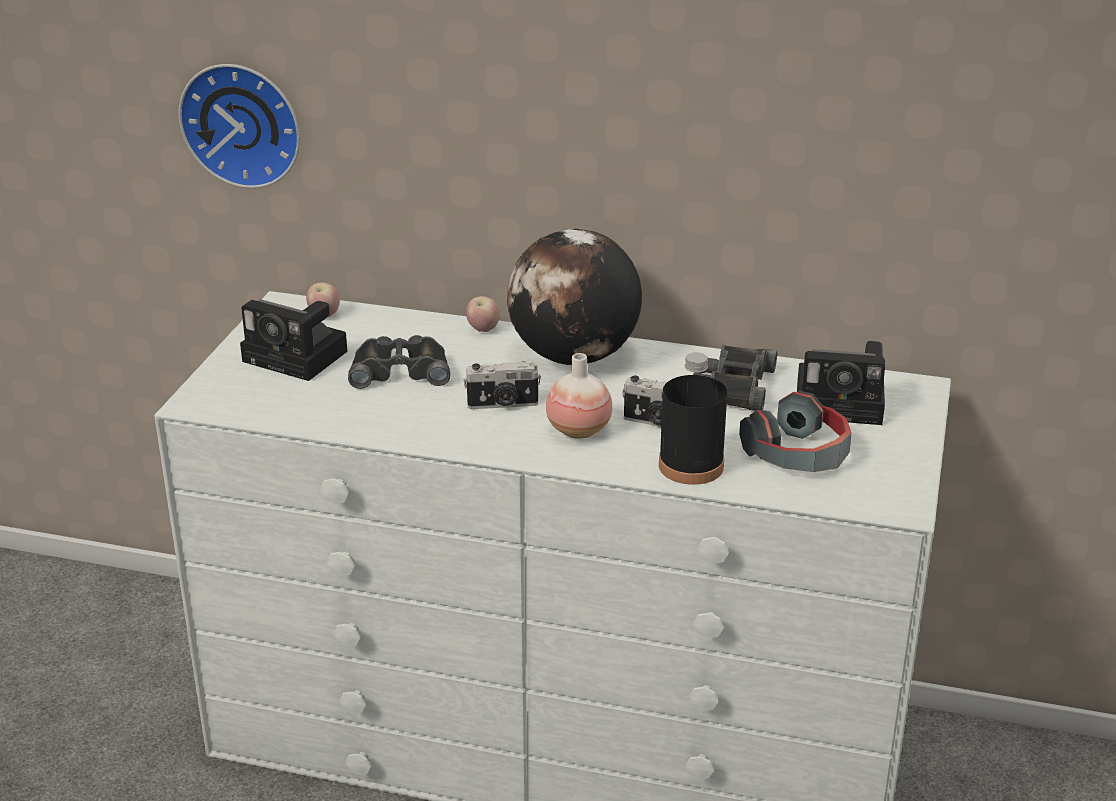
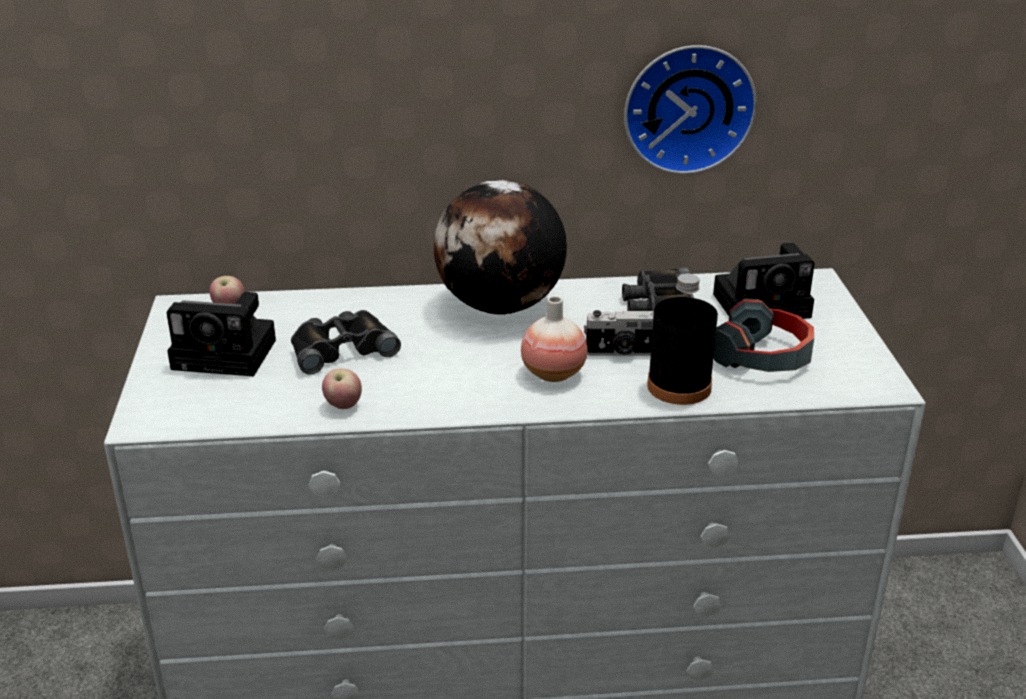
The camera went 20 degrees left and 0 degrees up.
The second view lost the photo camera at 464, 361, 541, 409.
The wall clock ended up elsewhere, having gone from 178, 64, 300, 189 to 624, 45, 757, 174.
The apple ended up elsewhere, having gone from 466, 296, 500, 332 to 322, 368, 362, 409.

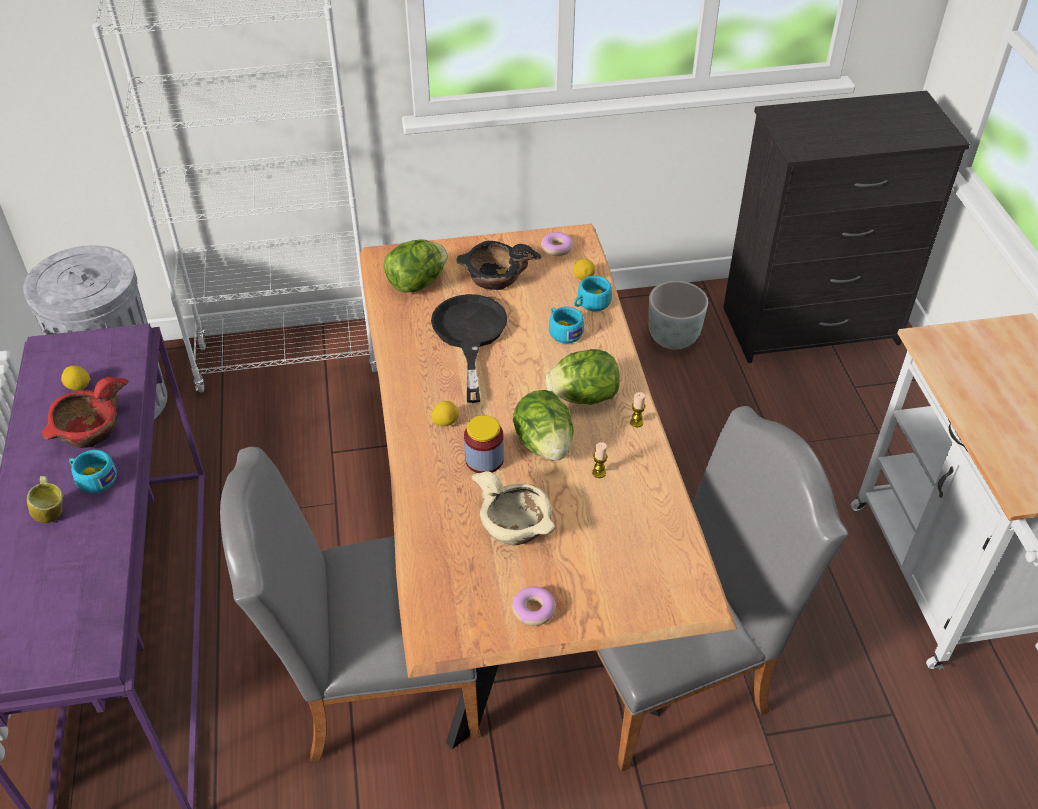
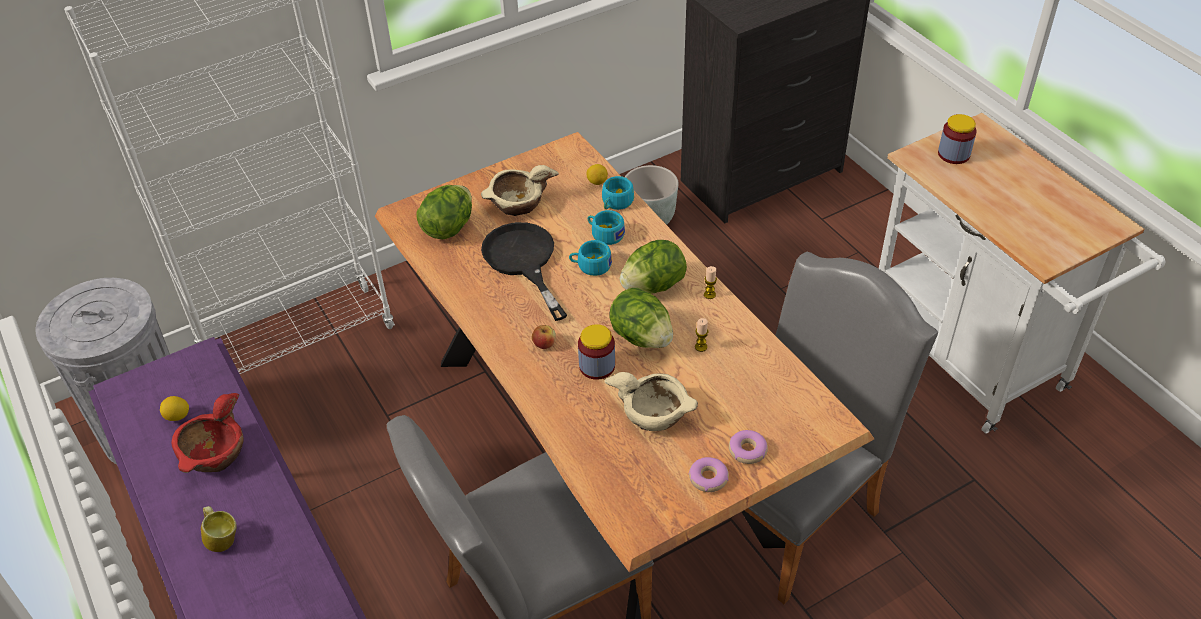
The camera went 20 degrees left and 0 degrees up.
The second view gained the jar at 938, 114, 977, 164.
The turquoise cup ended up elsewhere, having gone from 69, 450, 117, 493 to 569, 240, 612, 276.
The donut ended up elsewhere, having gone from 541, 232, 573, 256 to 729, 430, 768, 464.
Where the lemon stood at 431, 401, 459, 426, the apple came to stand at 532, 325, 556, 349.
What was the black bowl at 456, 241, 541, 290 turned into the beige bowl at 481, 165, 559, 216.

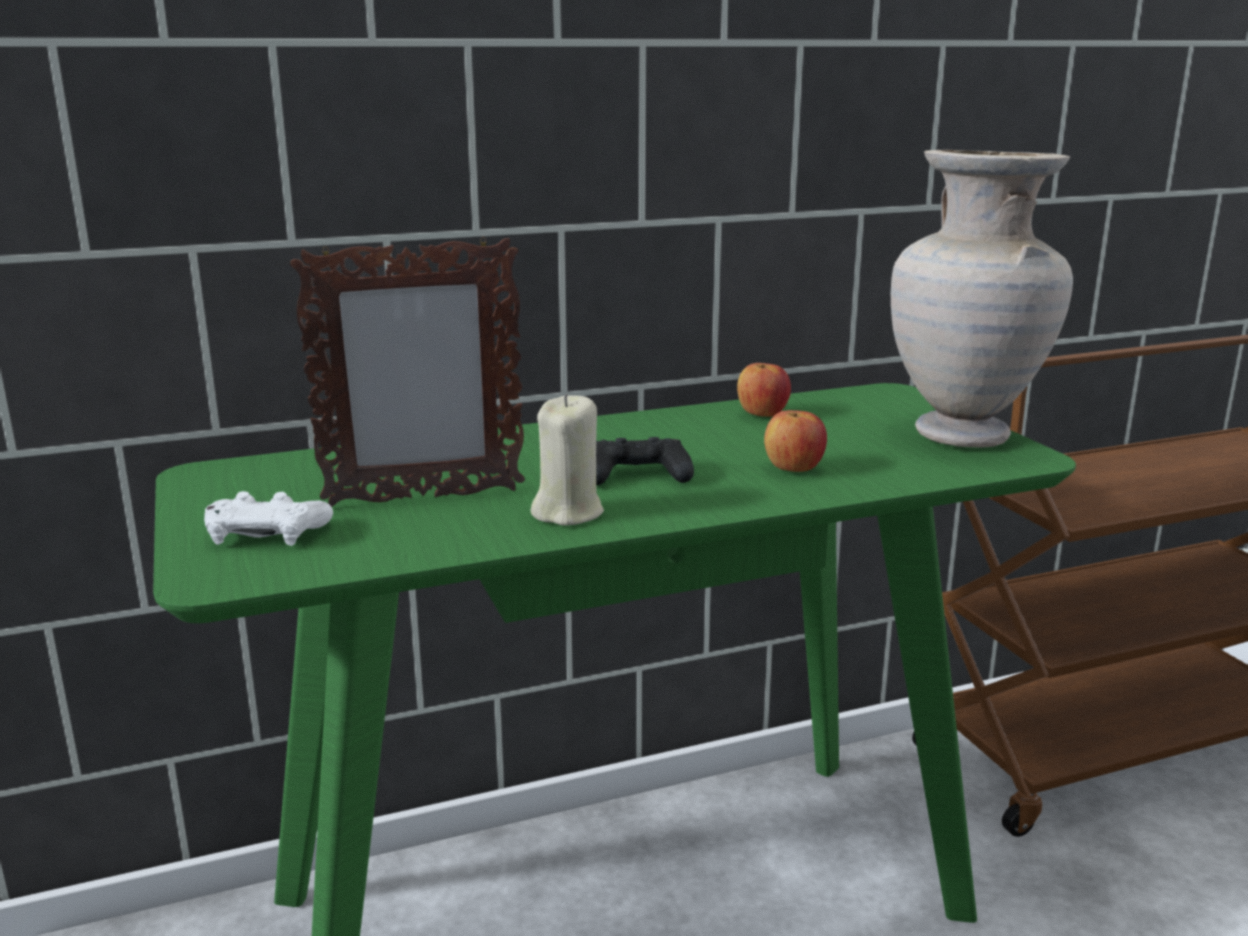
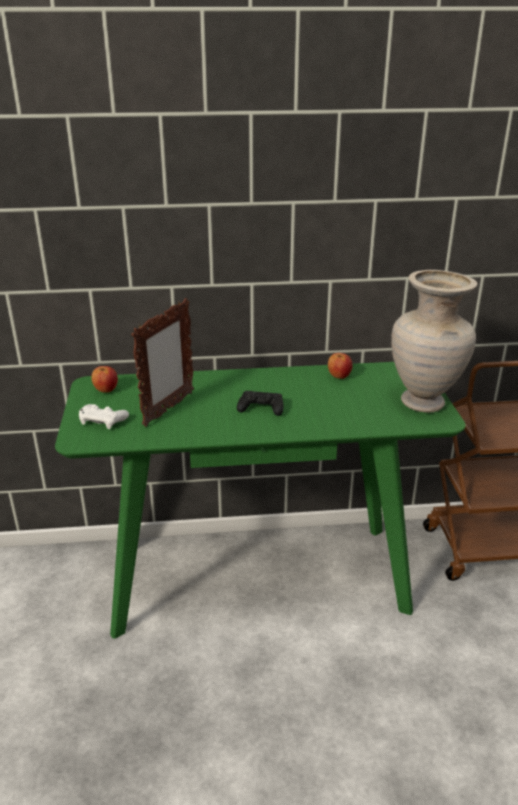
The camera went 15 degrees right and 10 degrees up.
The second view lost the beige candle at 530, 394, 604, 526.
The apple ended up elsewhere, having gone from 764, 410, 827, 472 to 91, 366, 118, 393.
The picture frame at 290, 237, 525, 507 ended up facing another way, 60 degrees counterclockwise from before.

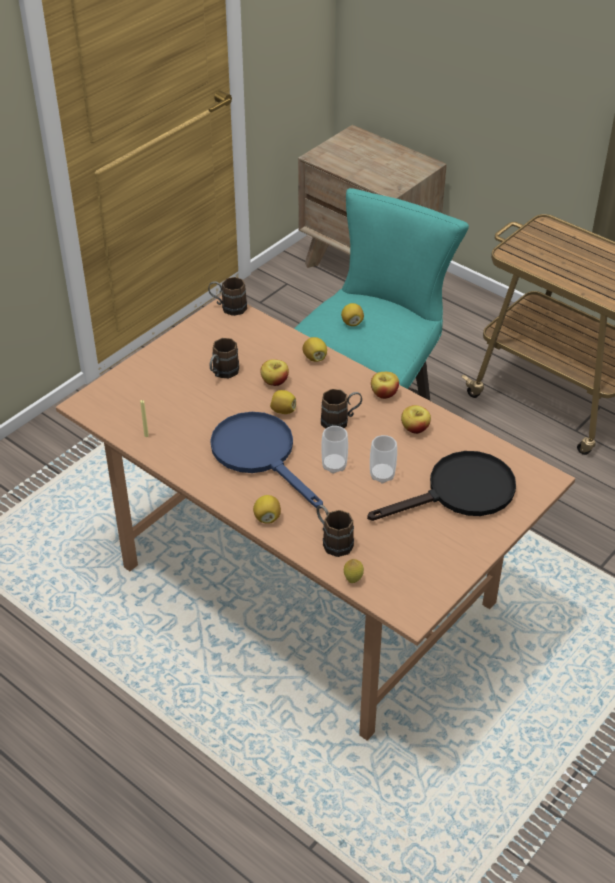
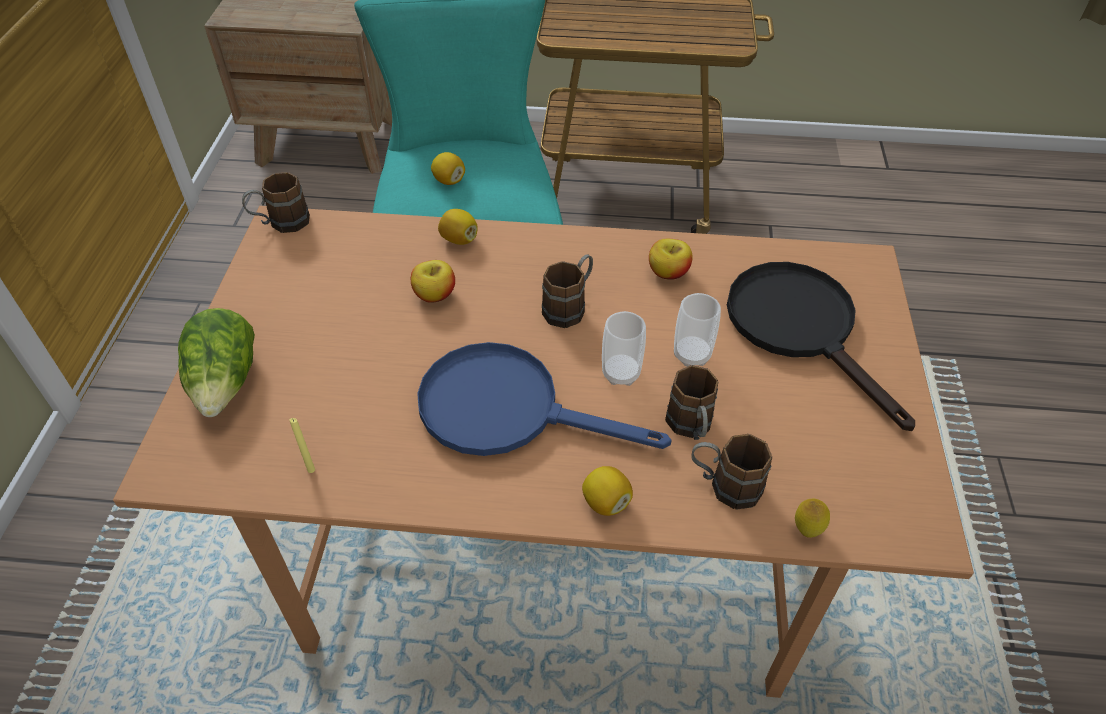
The camera went 35 degrees left and 5 degrees up.
The second view lost the lemon at 270, 390, 296, 414.
The second view lost the apple at 371, 372, 399, 399.
The second view gained the lettuce at 178, 308, 255, 417.
The brown mug ended up elsewhere, having gone from 210, 338, 239, 378 to 665, 365, 719, 440.
The black frying pan at 367, 451, 516, 521 ended up facing another way, 60 degrees counterclockwise from before.

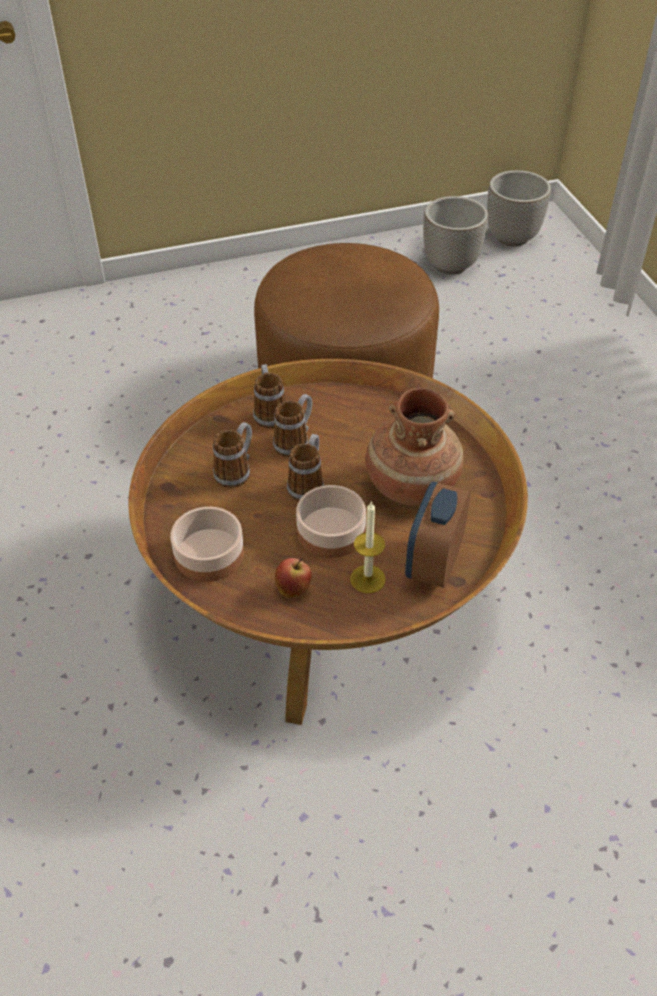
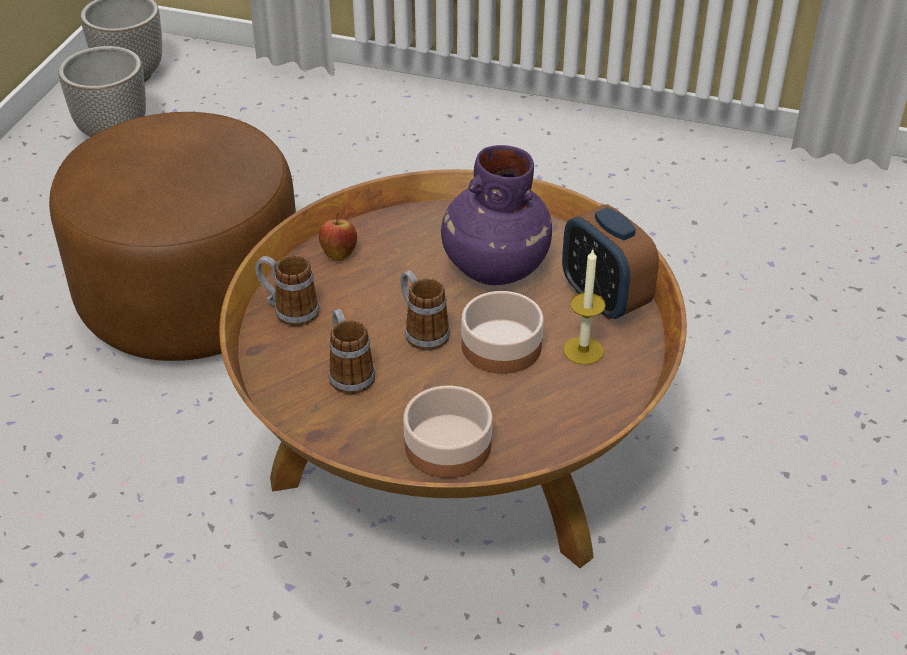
The camera went 55 degrees left and 5 degrees down.
The second view lost the mug at 273, 394, 312, 457.
The apple ended up elsewhere, having gone from 275, 558, 312, 597 to 319, 213, 357, 261.
What was the brown vase at 365, 388, 464, 506 turned into the purple vase at 441, 145, 552, 285.

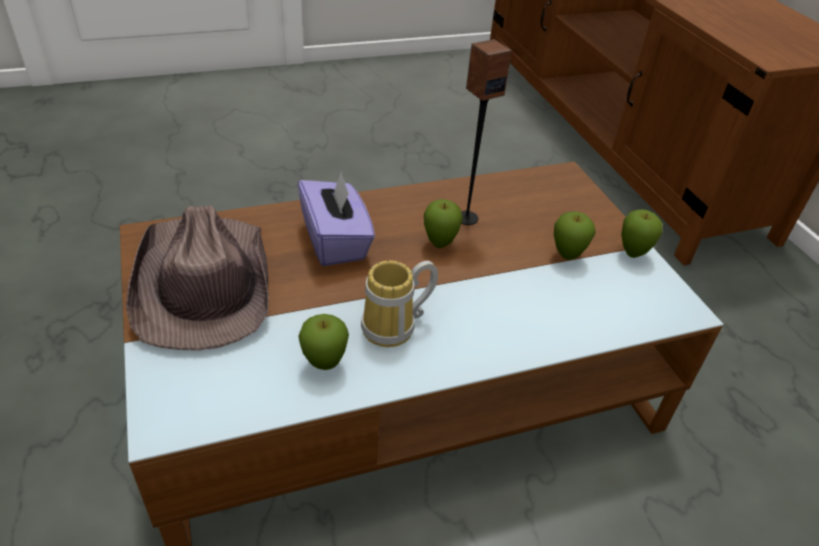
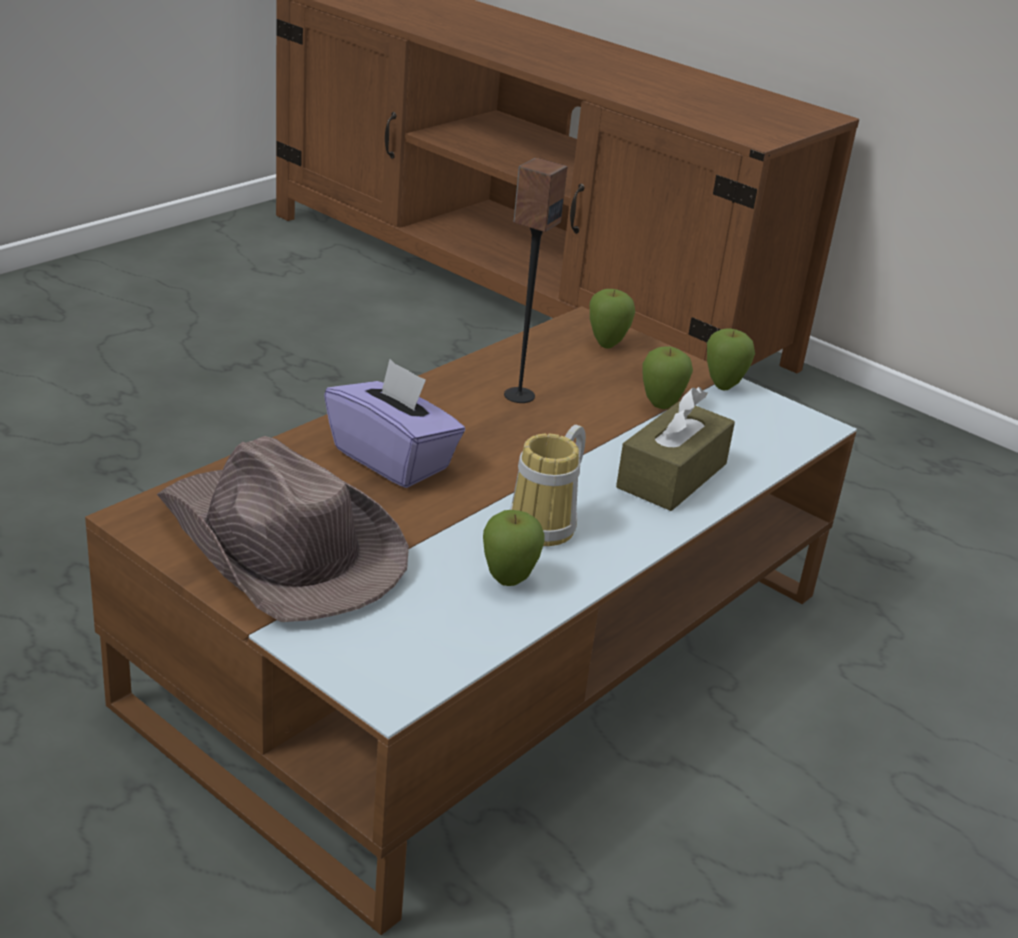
The camera went 30 degrees left and 10 degrees down.
The second view gained the brown tissue box at 616, 387, 735, 511.
The apple ended up elsewhere, having gone from 424, 199, 463, 248 to 590, 289, 635, 349.

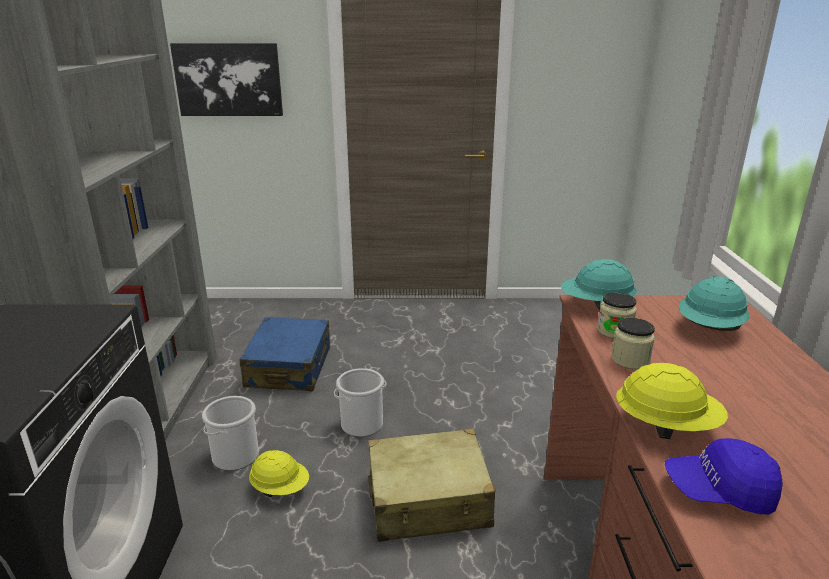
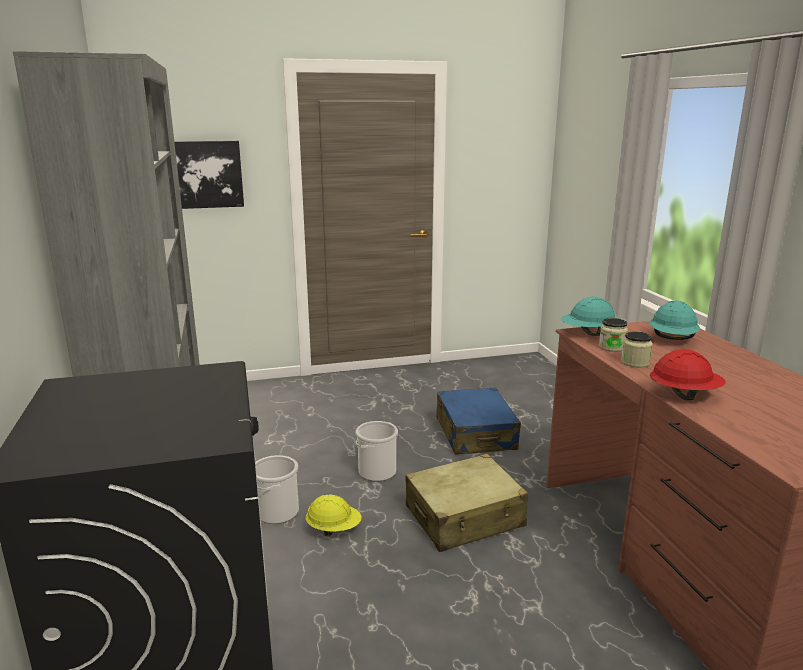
The camera went 15 degrees left and 5 degrees down.
The second view lost the blue cap at 665, 438, 783, 514.
The blue suitcase ended up elsewhere, having gone from 239, 317, 330, 391 to 436, 387, 521, 455.
What was the yellow hard hat at 616, 363, 728, 439 turned into the red hard hat at 650, 349, 726, 400.

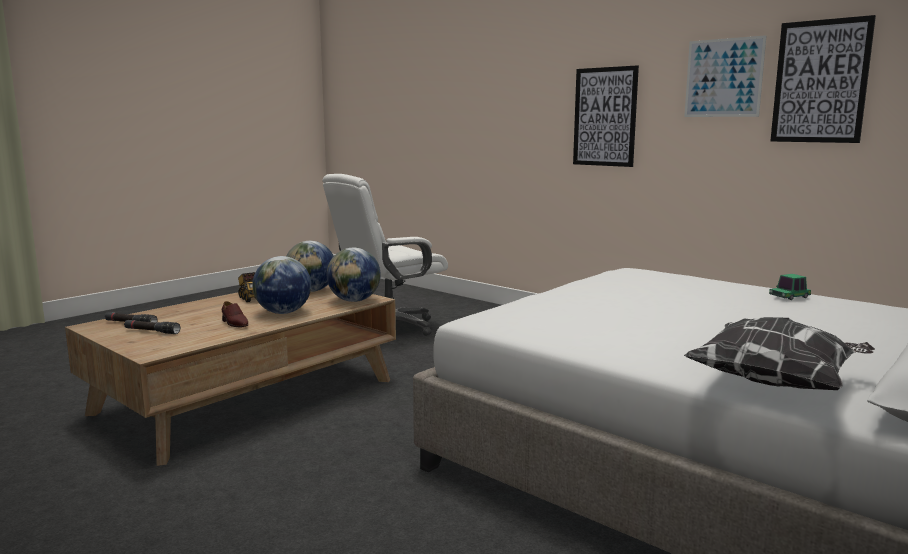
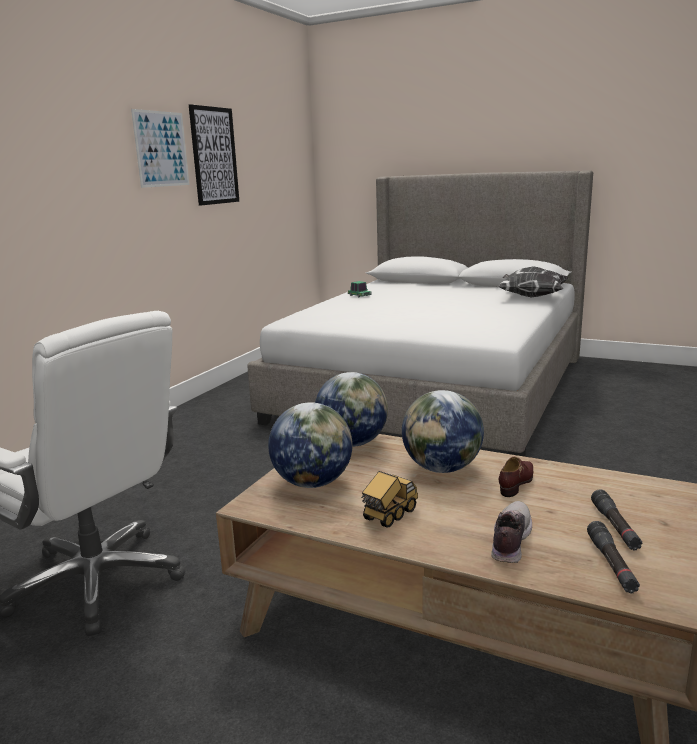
The camera went 105 degrees left and 5 degrees up.
The second view lost the picture at 573, 65, 639, 167.
The second view gained the shoe at 491, 501, 532, 563.

